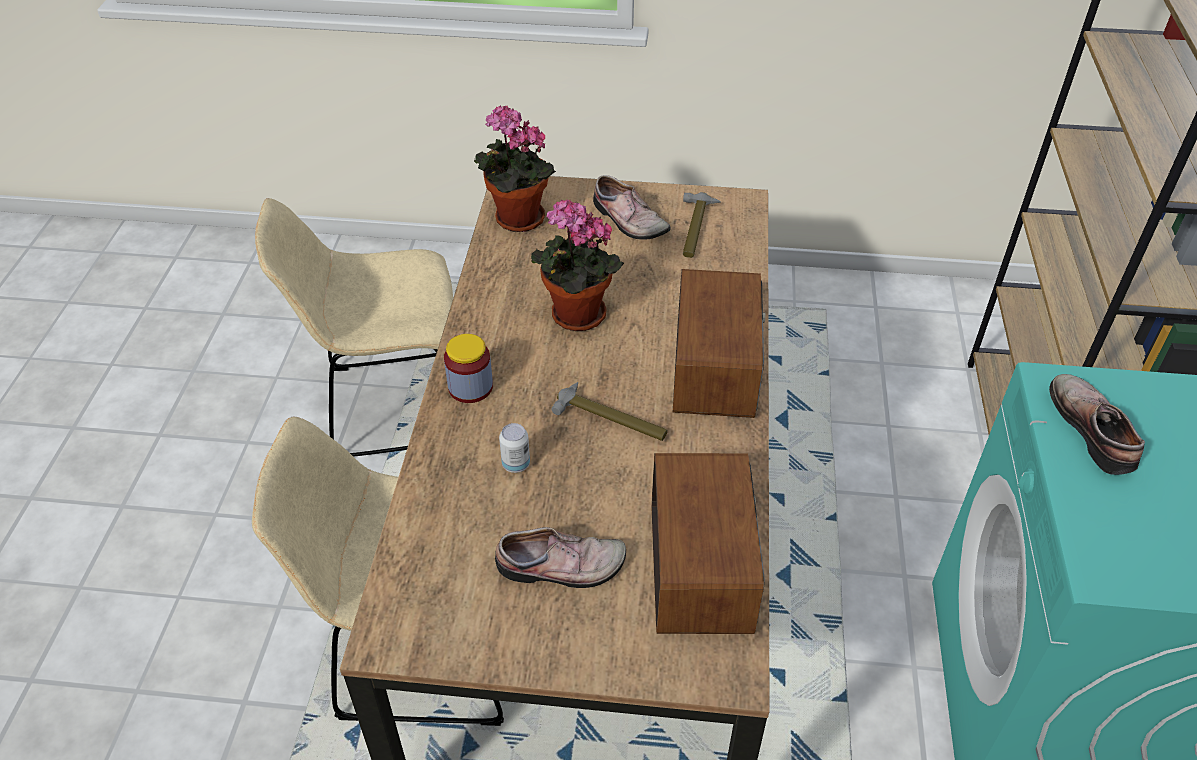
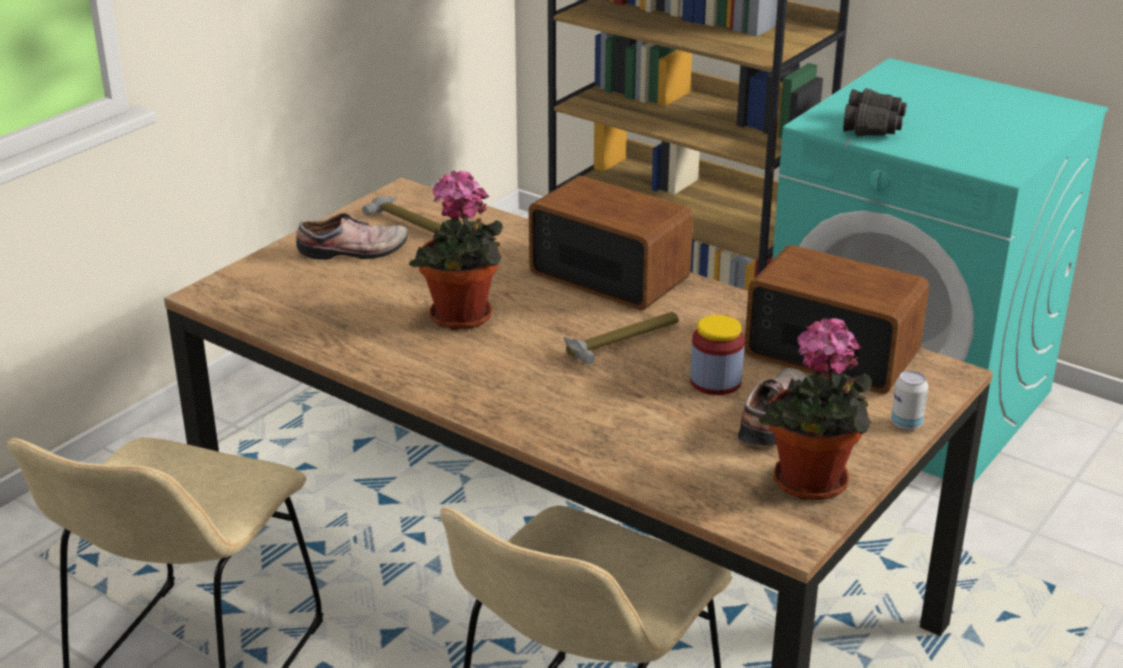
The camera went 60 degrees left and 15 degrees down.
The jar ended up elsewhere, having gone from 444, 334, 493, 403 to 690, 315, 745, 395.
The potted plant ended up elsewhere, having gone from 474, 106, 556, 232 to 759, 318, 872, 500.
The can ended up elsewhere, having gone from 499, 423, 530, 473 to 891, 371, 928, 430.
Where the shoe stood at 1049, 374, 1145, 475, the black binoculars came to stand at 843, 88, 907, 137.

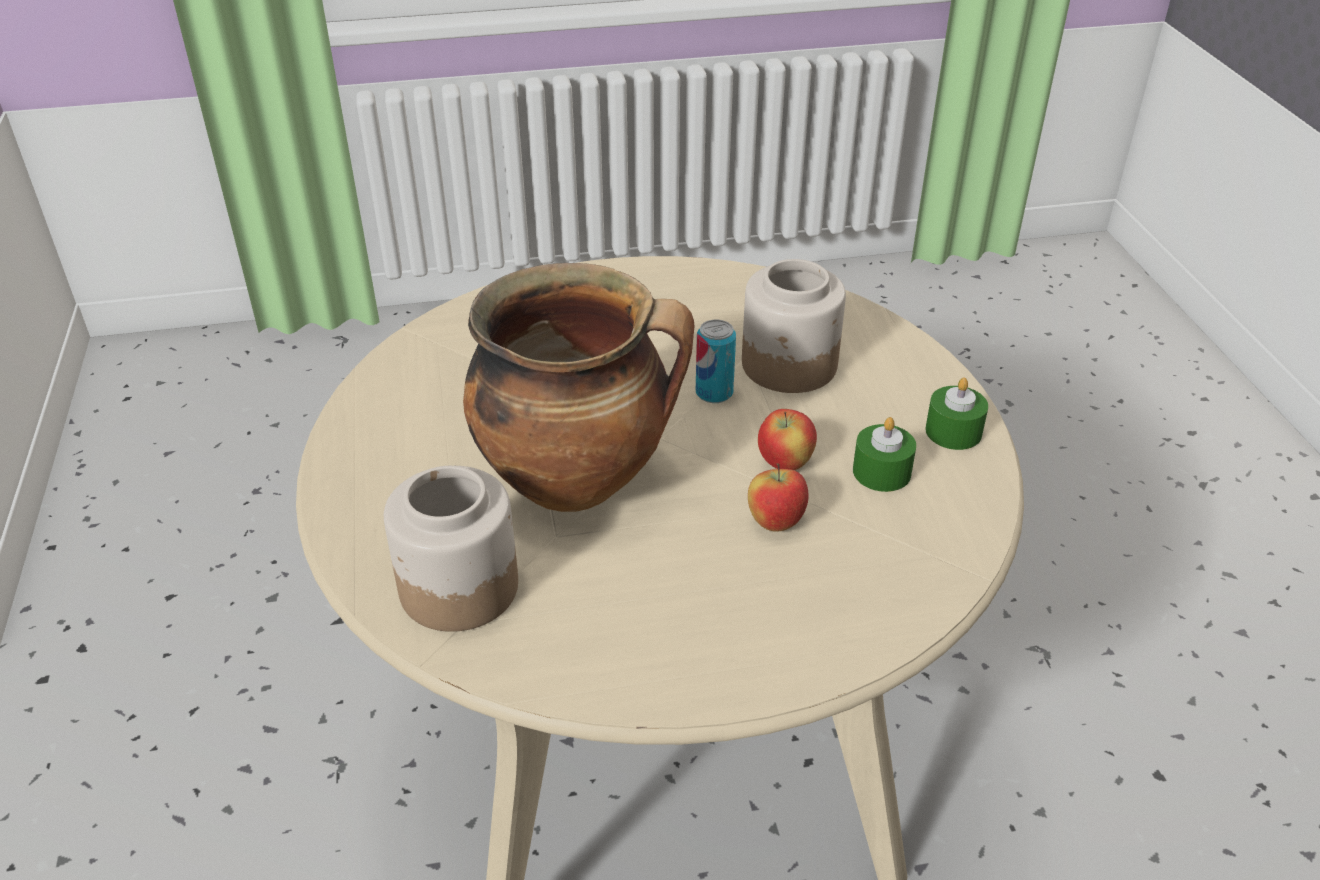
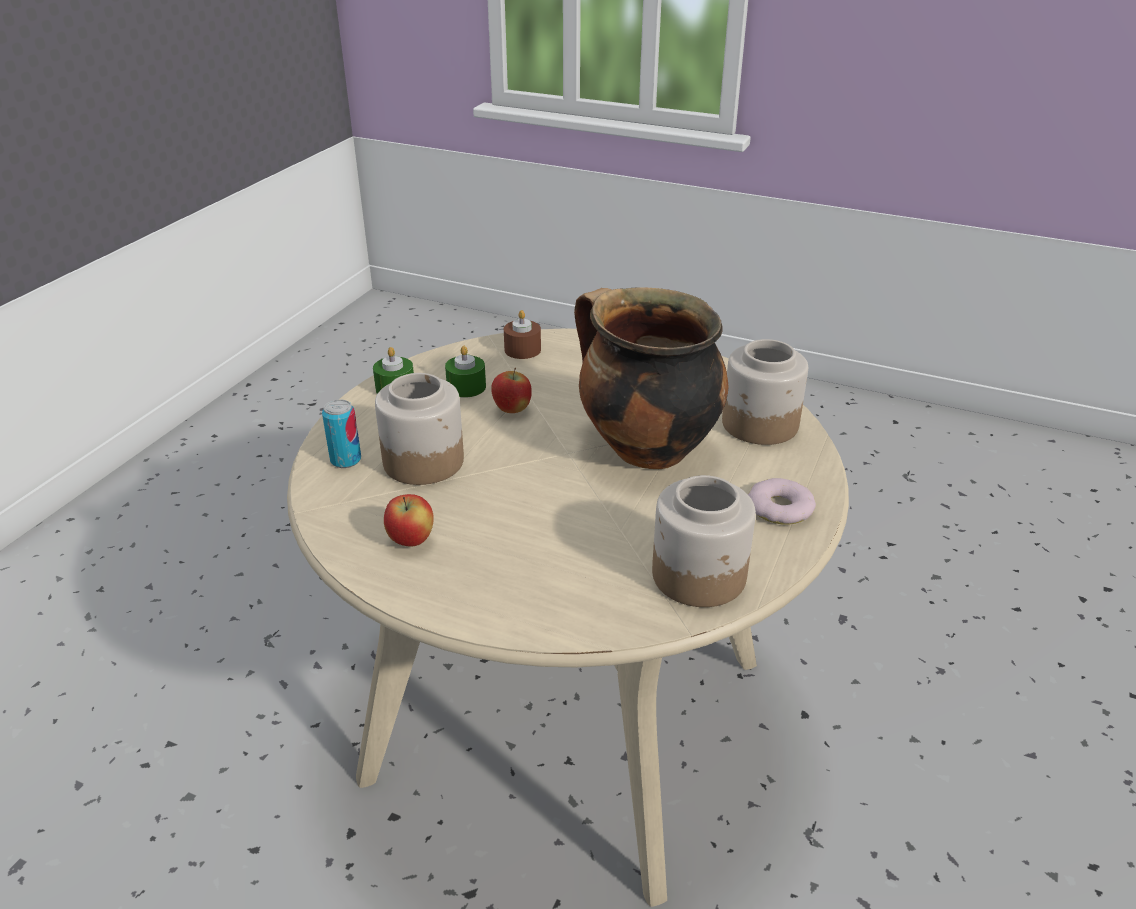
The camera went 145 degrees left and 5 degrees down.
The second view gained the brown candle at 504, 310, 541, 359.
The second view gained the jar at 652, 475, 756, 607.
The second view gained the donut at 748, 478, 816, 524.
The can ended up elsewhere, having gone from 696, 320, 736, 403 to 322, 400, 361, 468.
The apple ended up elsewhere, having gone from 748, 463, 809, 532 to 384, 494, 434, 546.

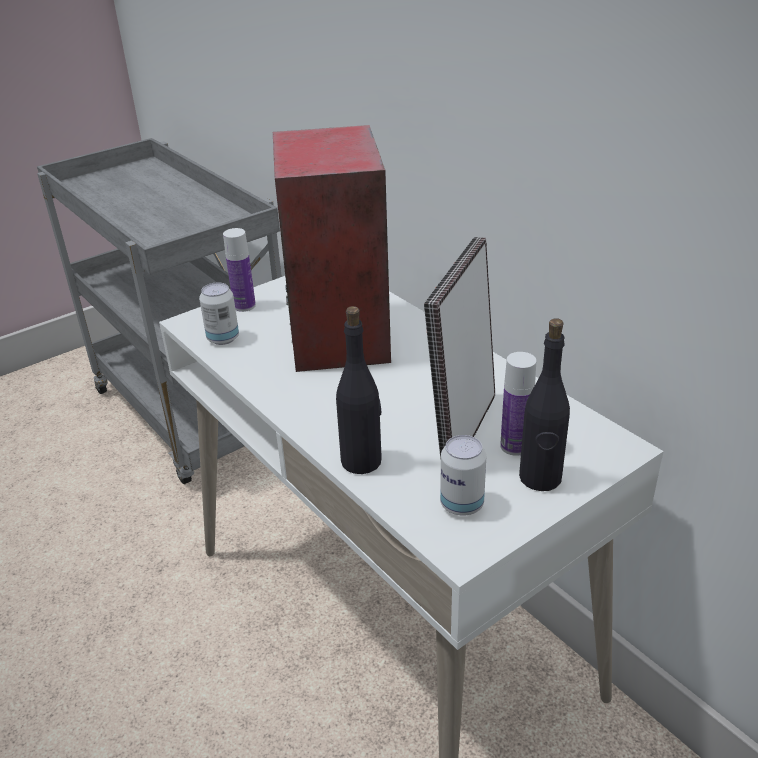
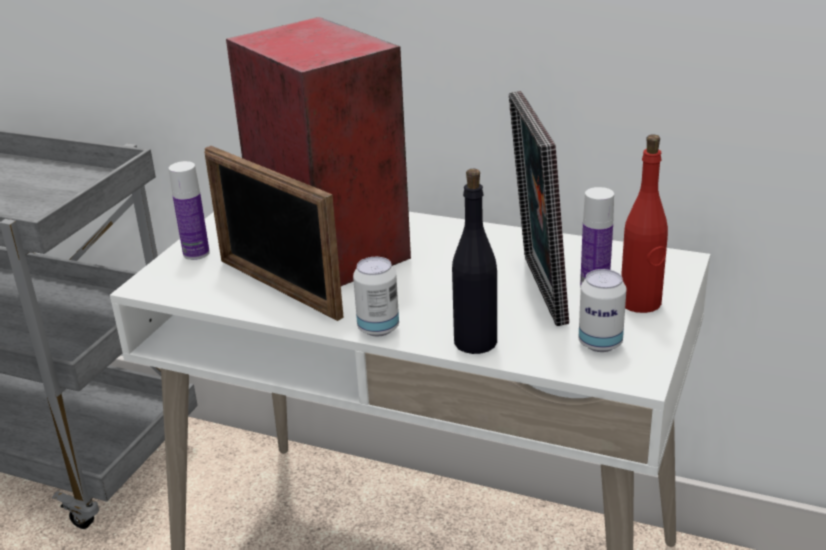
The camera went 30 degrees left and 5 degrees down.
The second view gained the picture frame at 205, 146, 344, 321.
The can ended up elsewhere, having gone from 199, 282, 239, 345 to 353, 257, 399, 336.
What was the black bottle at 519, 318, 570, 491 turned into the red bottle at 621, 134, 668, 313.

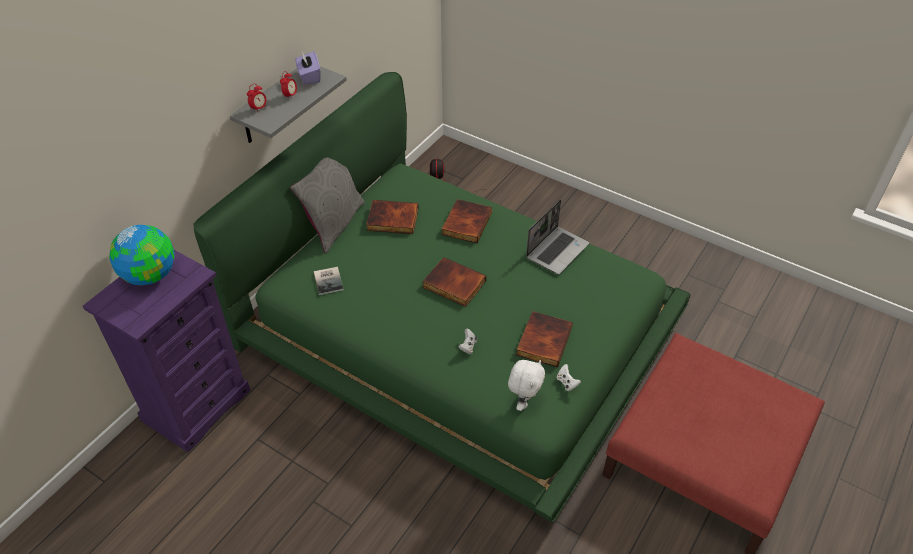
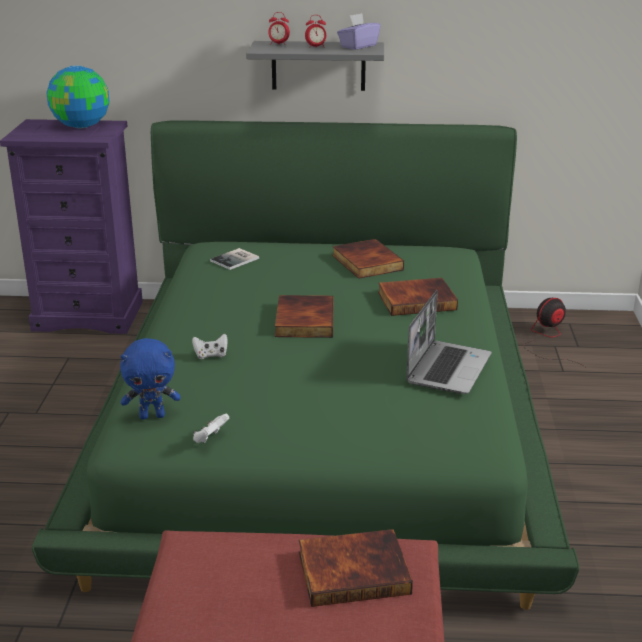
The camera went 60 degrees right and 20 degrees down.
The second view lost the grey pillow at 290, 157, 365, 253.
The book ended up elsewhere, having gone from 516, 311, 573, 367 to 299, 529, 413, 607.
What was the white plush toy at 508, 360, 545, 411 turned into the blue plush toy at 120, 338, 181, 420.
The laptop at 526, 199, 589, 275 ended up facing another way, 75 degrees counterclockwise from before.

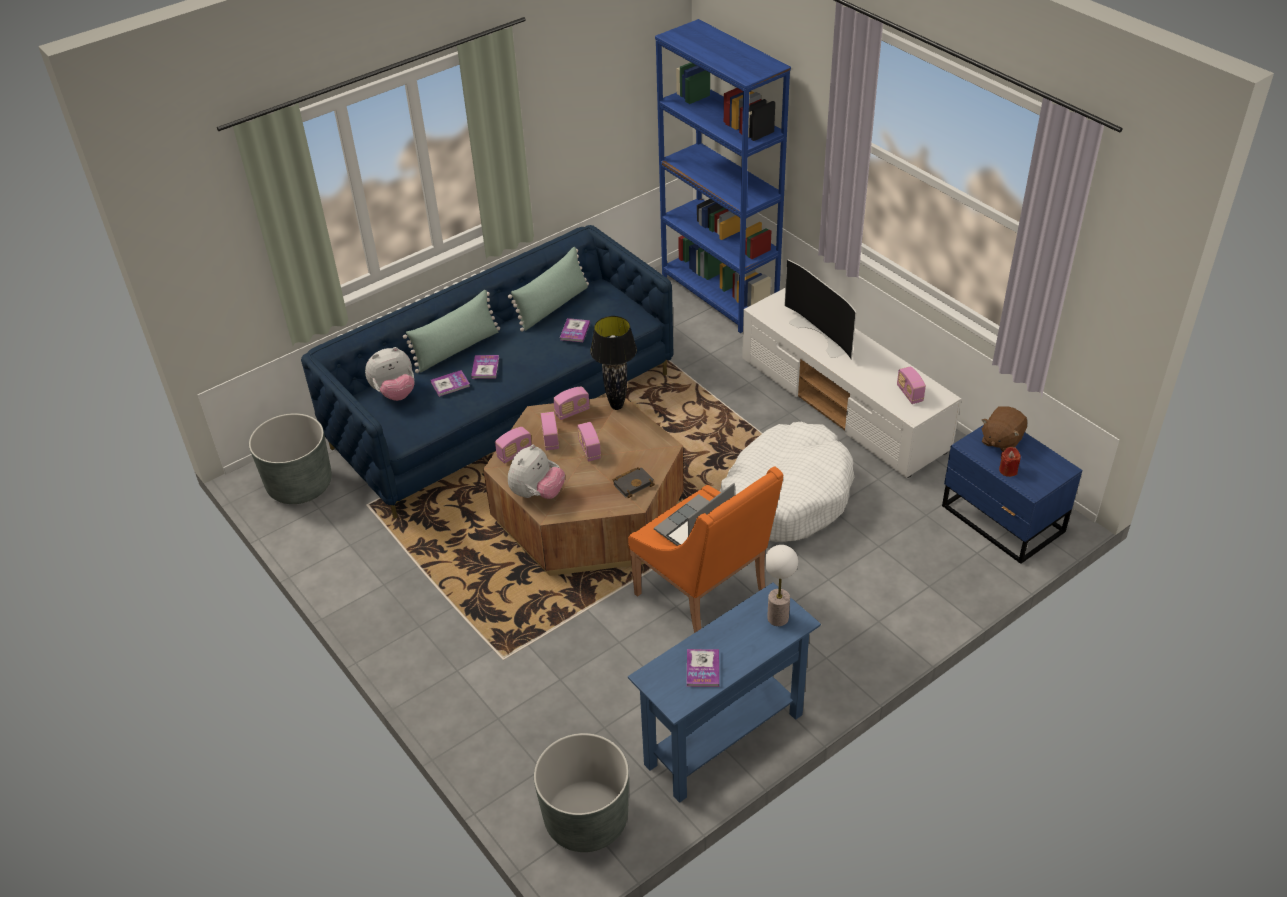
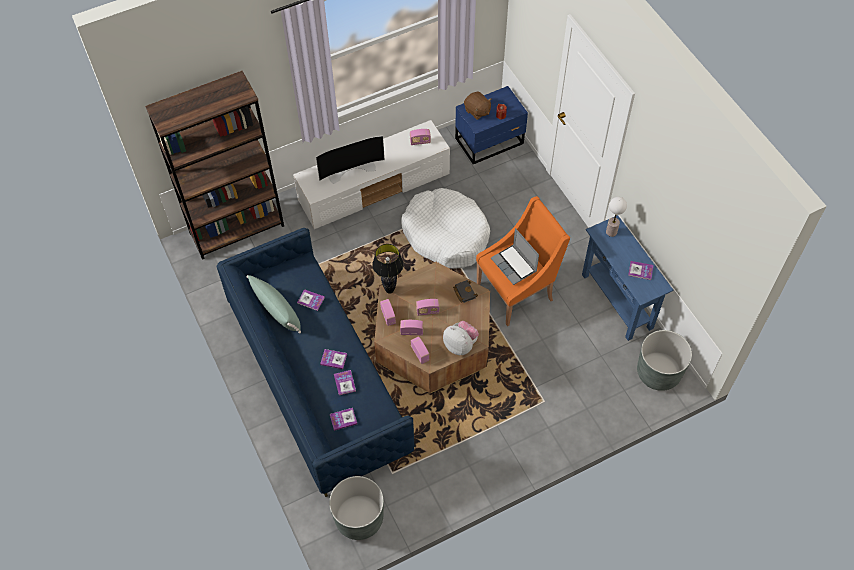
The camera went 80 degrees left and 15 degrees up.
The second view lost the green pillow at 403, 290, 500, 373.
Where the plush toy stood at 365, 347, 415, 401, the book came to stand at 330, 408, 357, 431.
What was the blue bookcase at 655, 19, 791, 333 turned into the brown bookcase at 145, 71, 284, 260.

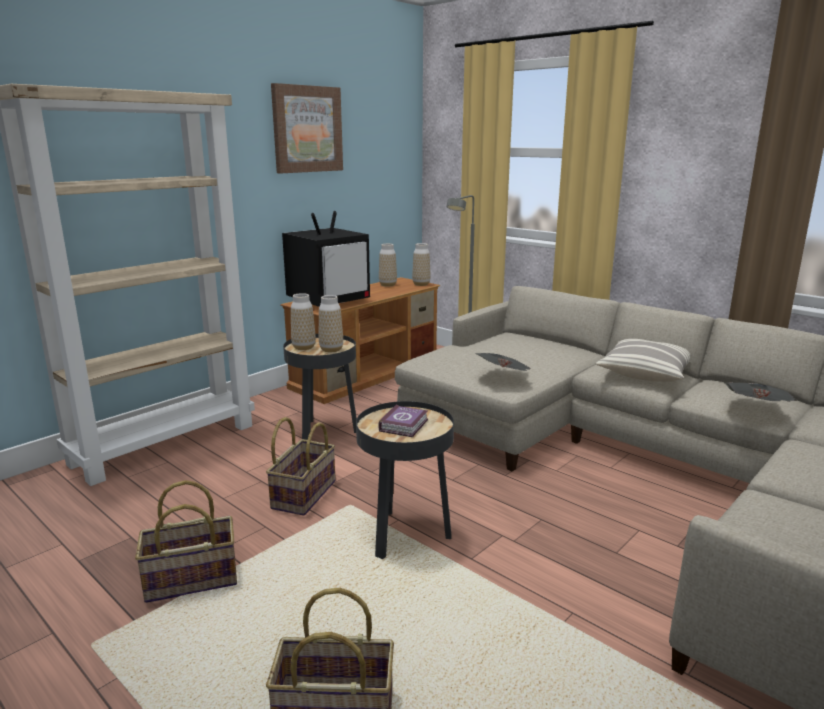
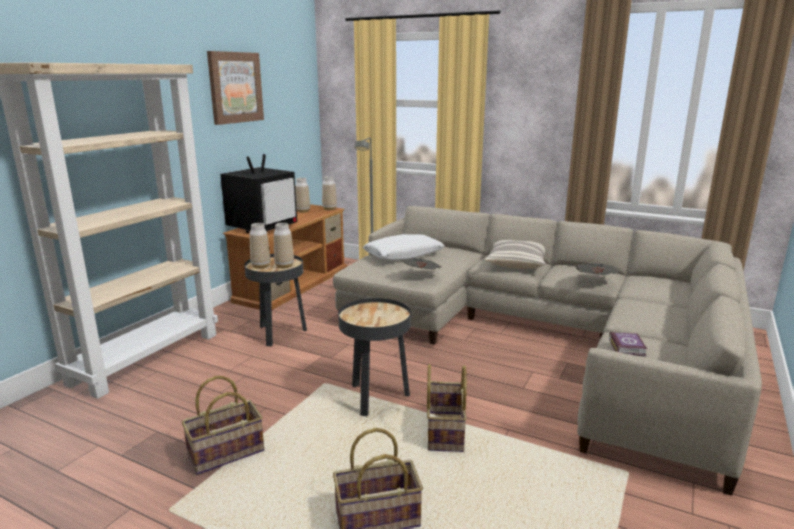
The camera went 15 degrees left and 0 degrees up.
The second view gained the white pillow at 363, 234, 445, 261.
The basket ended up elsewhere, having gone from 266, 417, 335, 516 to 427, 364, 467, 452.
The book ended up elsewhere, having gone from 378, 404, 428, 437 to 609, 331, 647, 356.

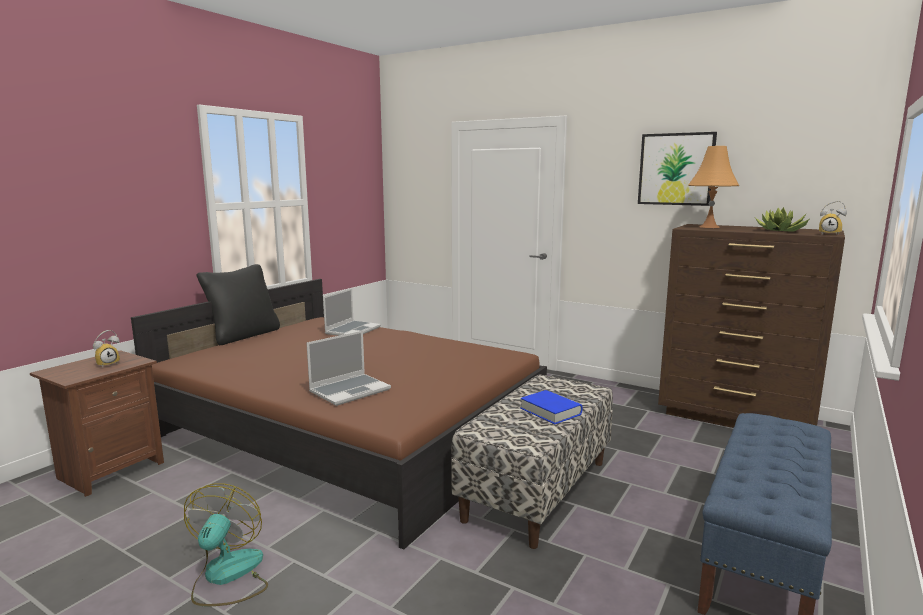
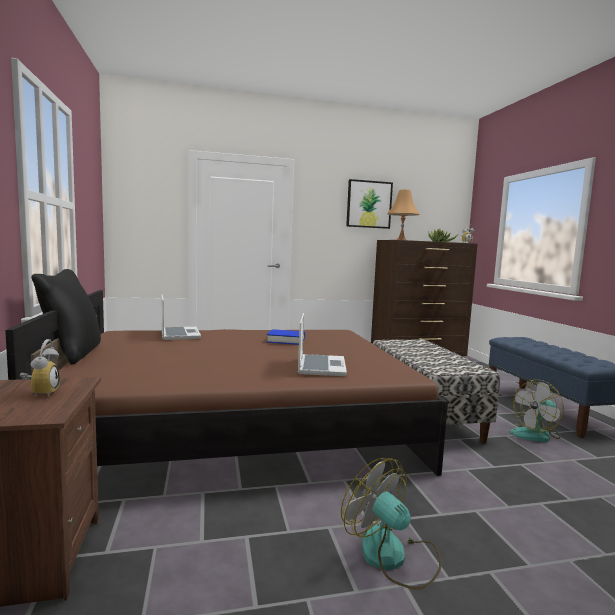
The camera went 45 degrees left and 5 degrees down.
The second view gained the fan at 510, 380, 564, 442.
The blue book ended up elsewhere, having gone from 520, 390, 583, 424 to 266, 329, 305, 345.

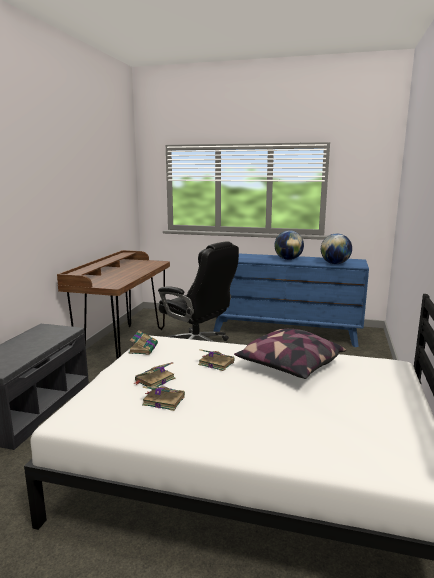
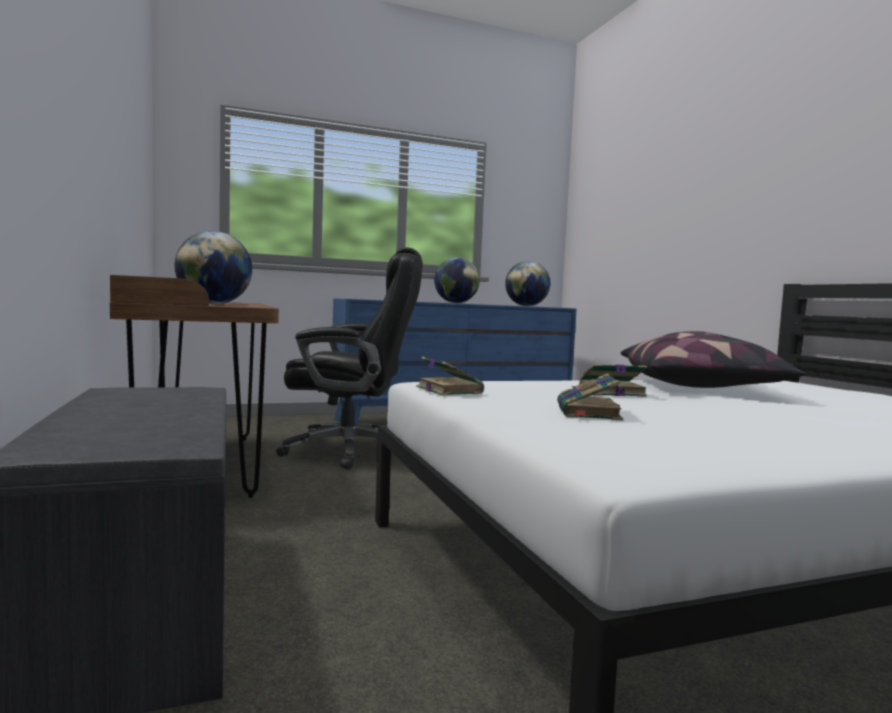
The camera went 35 degrees left and 10 degrees down.
The second view lost the book at 142, 386, 185, 411.
The second view gained the globe at 175, 231, 252, 304.

